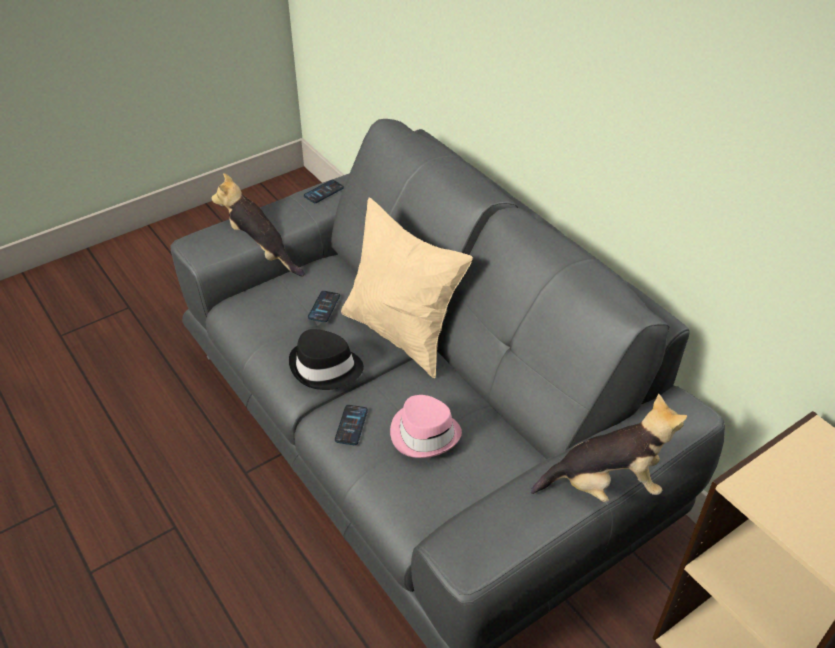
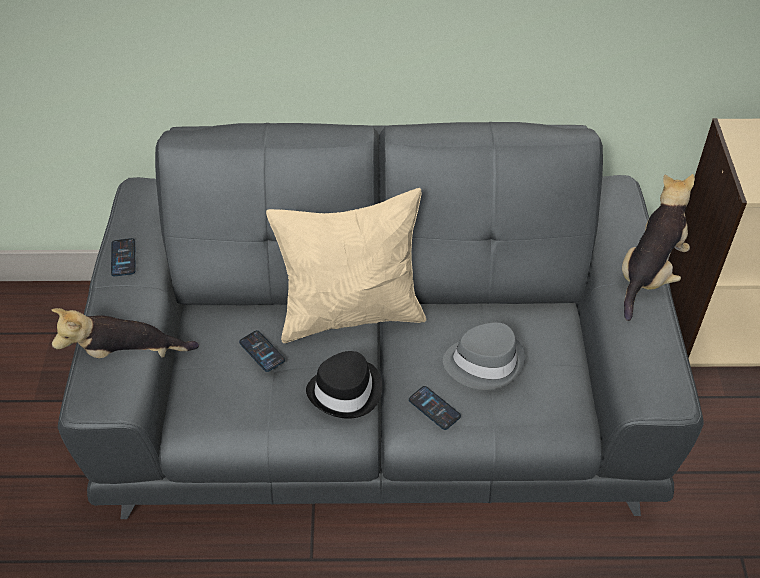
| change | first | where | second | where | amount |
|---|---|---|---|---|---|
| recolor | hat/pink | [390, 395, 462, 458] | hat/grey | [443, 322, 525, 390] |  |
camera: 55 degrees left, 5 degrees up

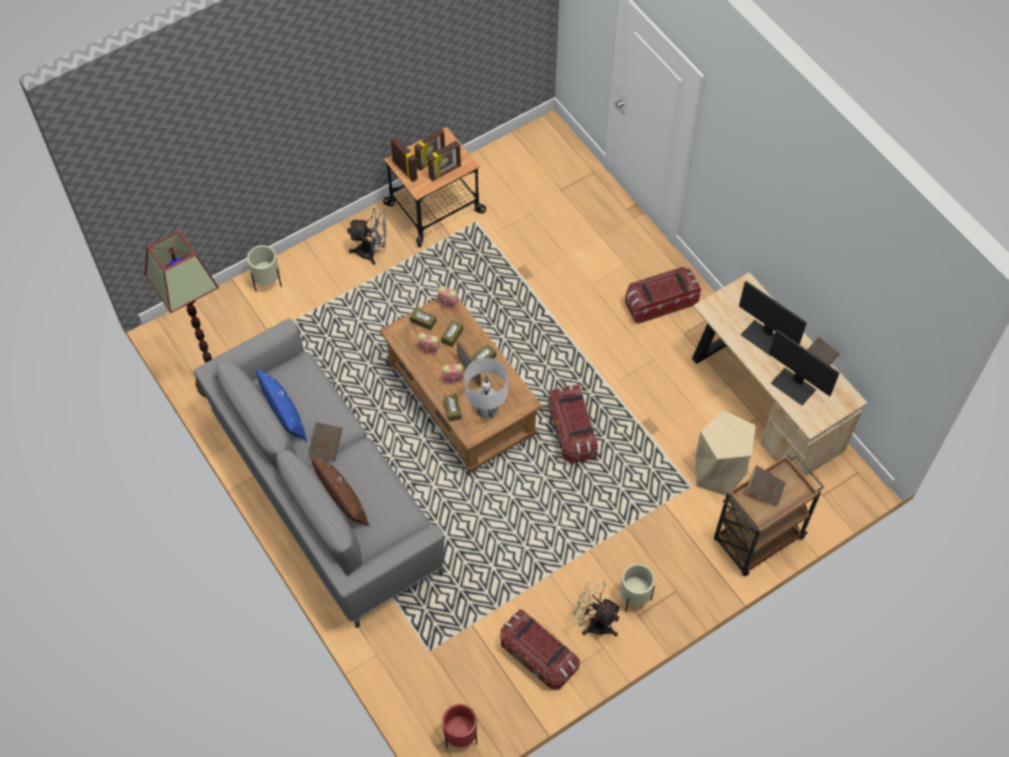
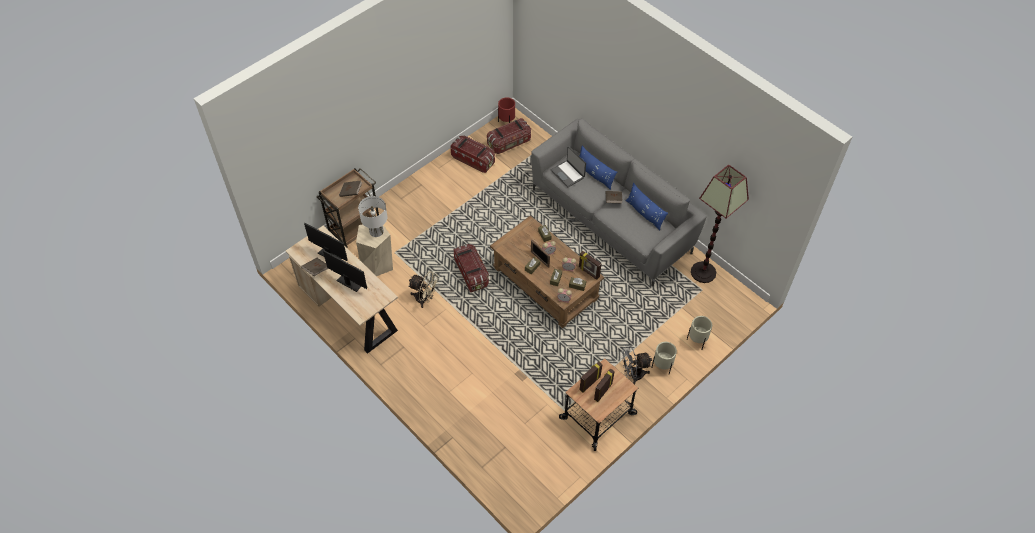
| change | first | where | second | where | amount |
|---|---|---|---|---|---|
| insert |  |  | laptop | [551, 146, 586, 187] |  |
| move | picture frame | [390, 137, 418, 182] |  | [579, 251, 601, 280] |  |
| move | table lamp/white | [465, 358, 508, 418] |  | [358, 196, 387, 237] |  |
| move | fan/beige | [569, 576, 622, 636] |  | [408, 271, 439, 308] |  |
| move | planter/beige | [620, 564, 655, 612] |  | [651, 342, 677, 374] |  |
| move | storage box | [625, 267, 701, 323] |  | [487, 118, 531, 154] |  |
| recolor | pillow/brown | [310, 456, 369, 526] | pillow/blue | [580, 146, 617, 190] |  |
camera: 170 degrees right, 5 degrees down

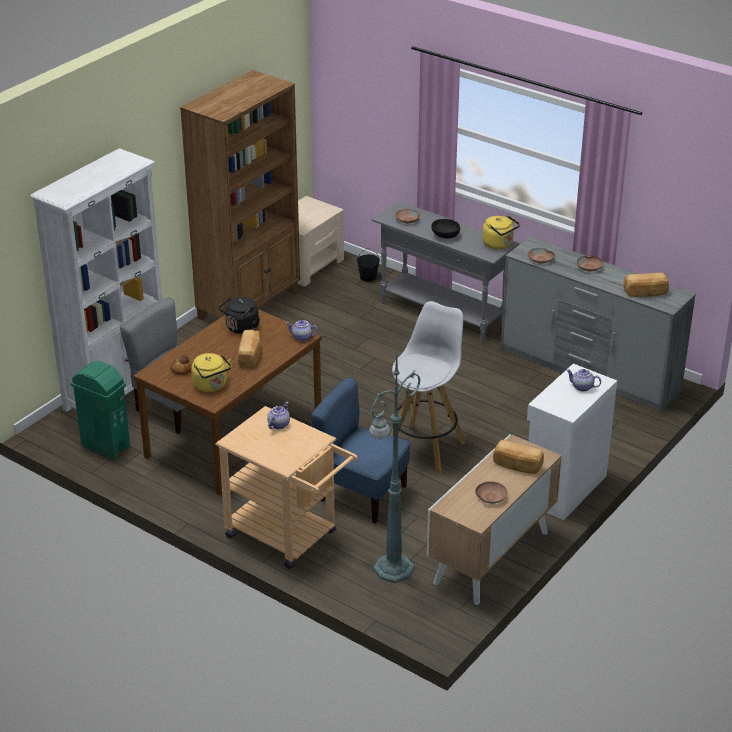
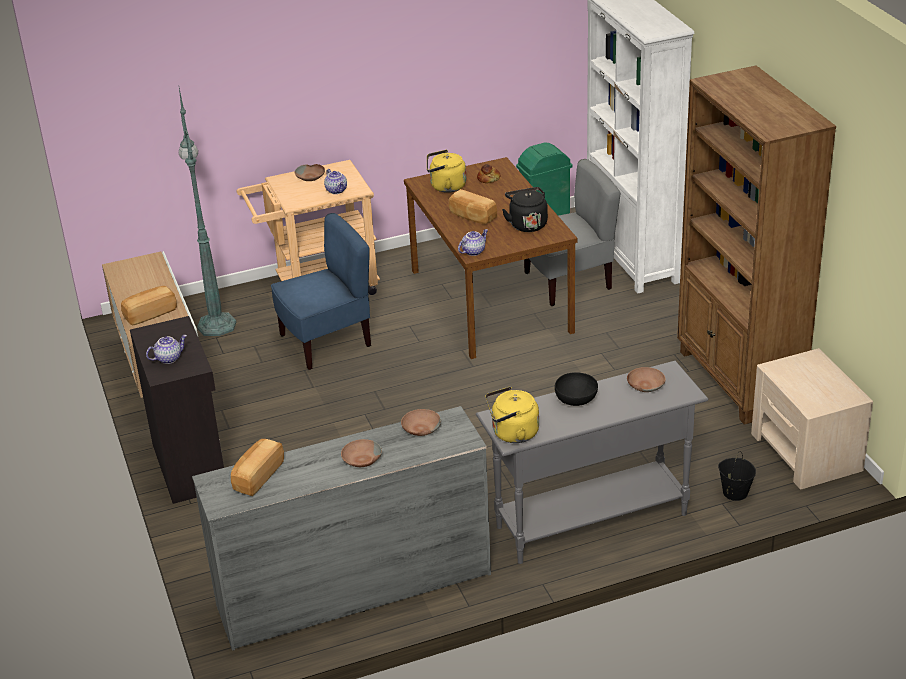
| change | first | where | second | where | amount |
|---|---|---|---|---|---|
| delete | stool/white | [390, 301, 466, 473] |  |  |  |
| move | bowl/brown | [475, 481, 508, 504] |  | [295, 164, 325, 181] |  |
| recolor | cabinet/white | [527, 364, 617, 520] | cabinet/black | [130, 316, 224, 504] |  |
camera: 125 degrees right, 0 degrees up

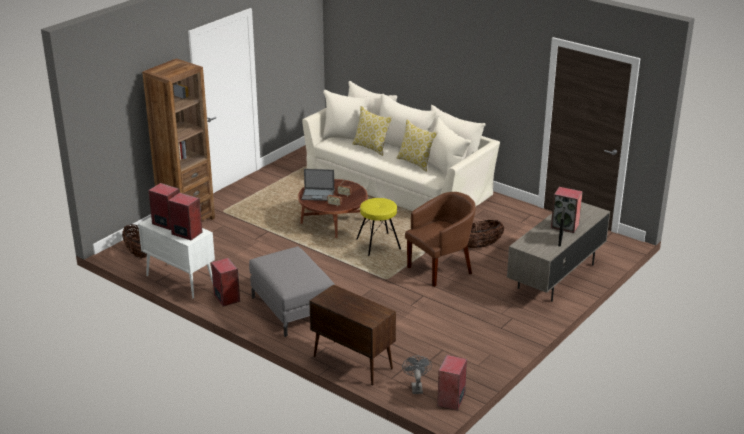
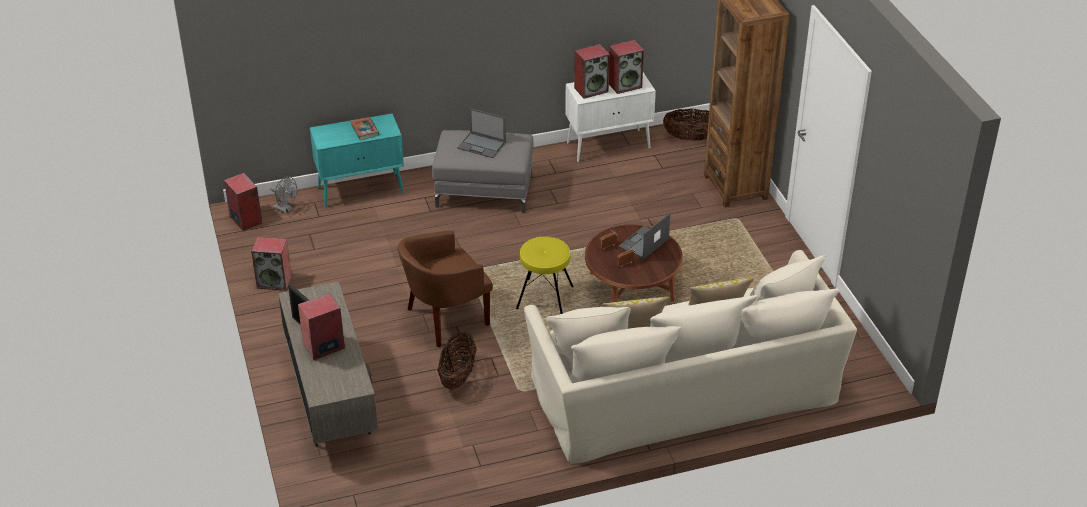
| change | first | where | second | where | amount |
|---|---|---|---|---|---|
| insert |  |  | book | [350, 117, 379, 140] |  |
| insert |  |  | laptop | [457, 108, 506, 158] |  |
| move | speaker | [211, 258, 240, 307] |  | [251, 237, 292, 291] |  |
| recolor | cabinet/brown | [309, 284, 396, 385] | cabinet/turquoise | [310, 113, 404, 208] |  |
| rotate | armchair/brown | [405, 192, 475, 287] |  | [397, 231, 493, 347] | 60 degrees clockwise |
camera: 125 degrees right, 10 degrees up

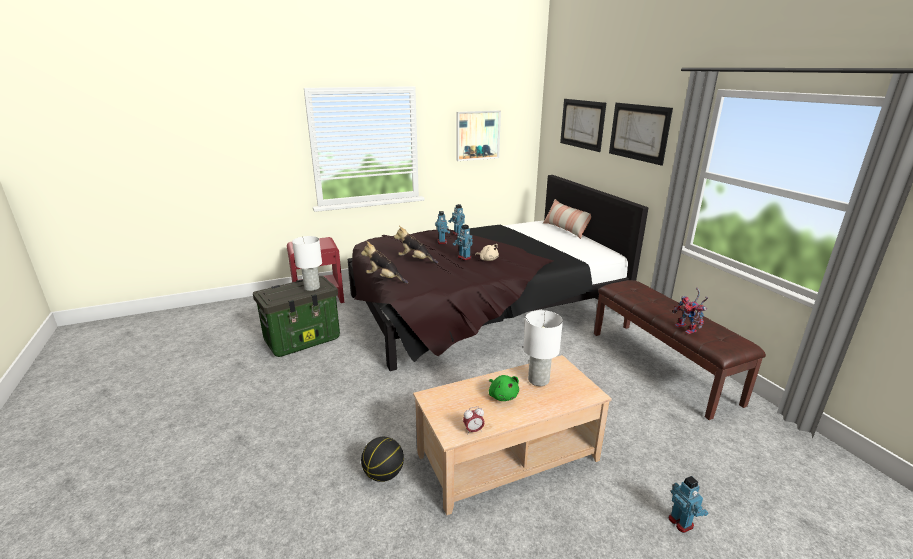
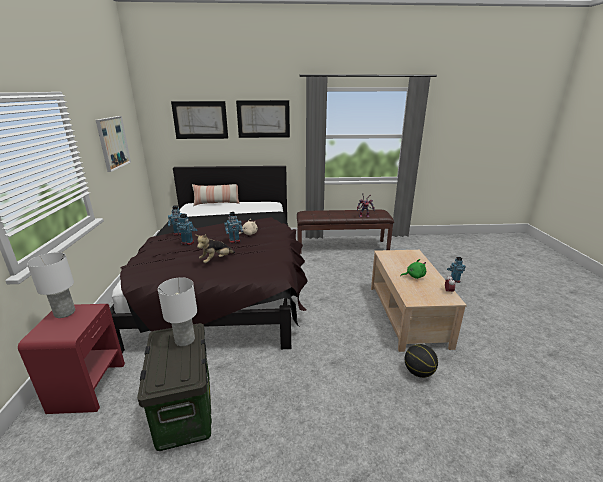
| change | first | where | second | where | amount |
|---|---|---|---|---|---|
| delete | plush toy | [361, 241, 408, 284] |  |  |  |
| move | table lamp/white | [523, 310, 563, 386] |  | [27, 252, 75, 318] |  |
camera: 70 degrees left, 0 degrees up

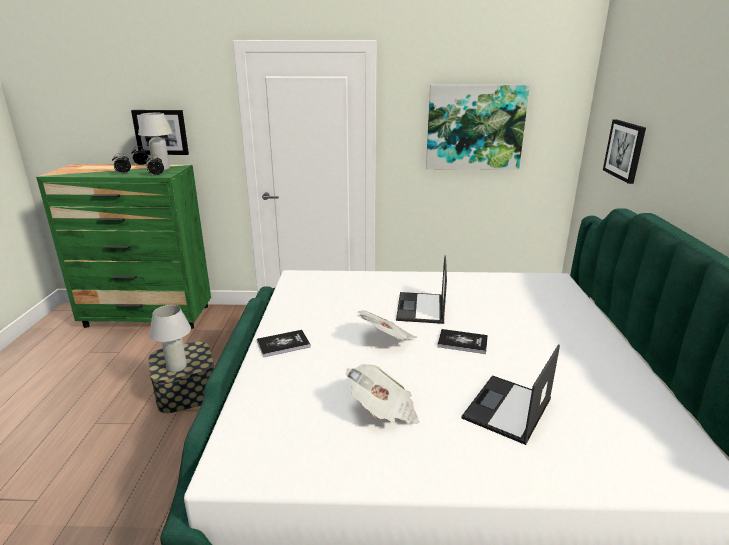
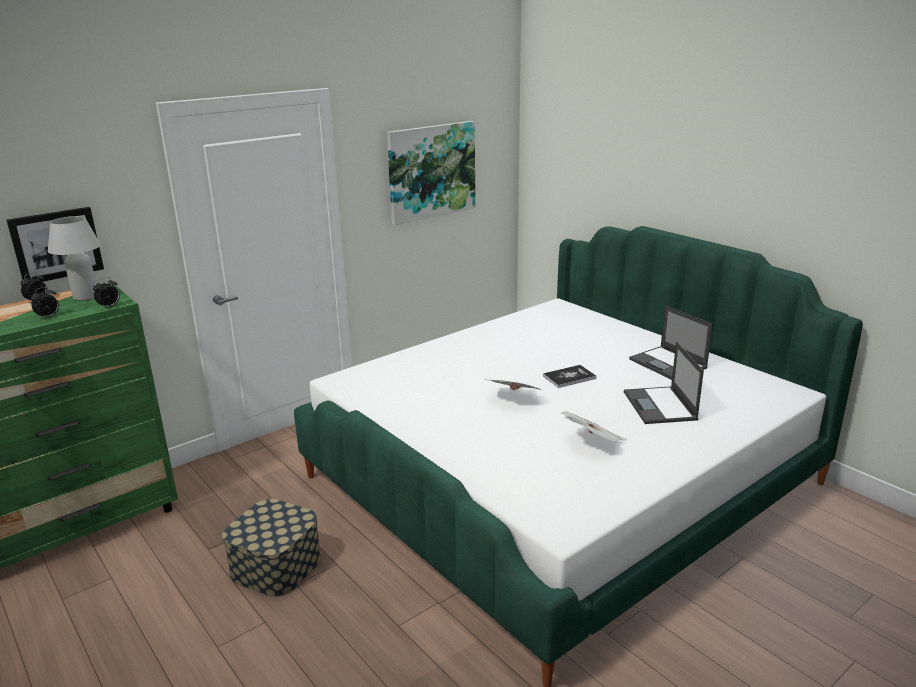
| change | first | where | second | where | amount |
|---|---|---|---|---|---|
| delete | table lamp/white | [149, 305, 191, 372] |  |  |  |
| delete | book | [257, 330, 310, 357] |  |  |  |
| delete | picture | [603, 120, 646, 184] |  |  |  |
| move | laptop | [396, 255, 447, 324] |  | [629, 305, 713, 380] |  |
camera: 40 degrees left, 0 degrees up

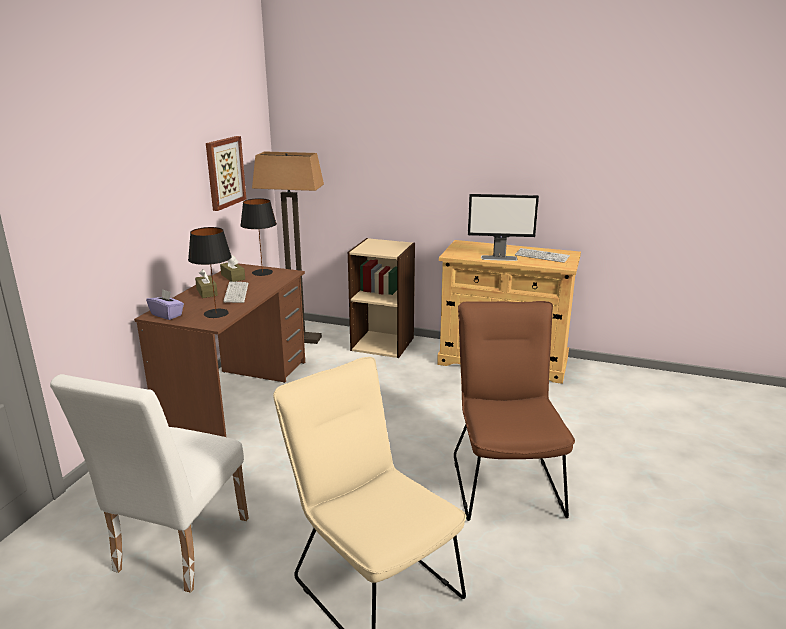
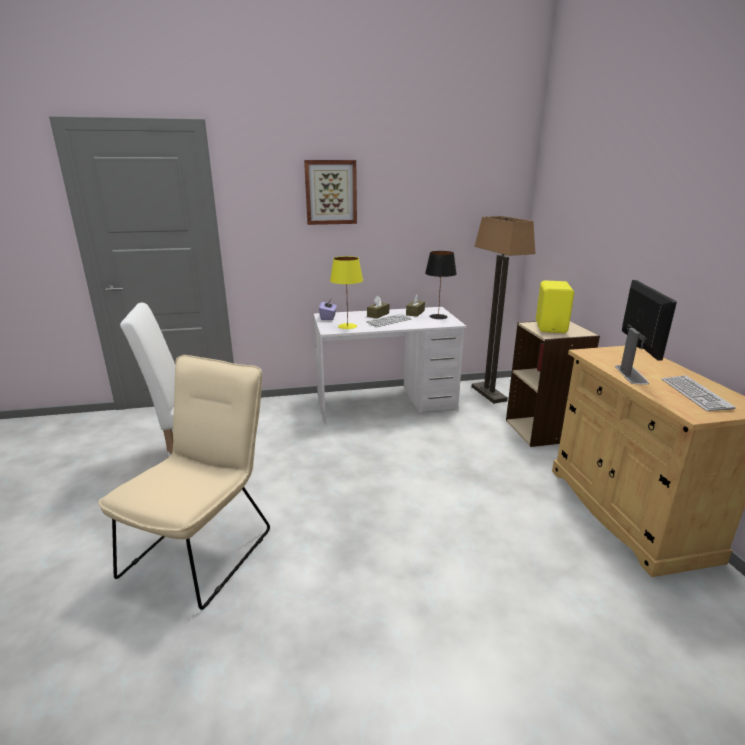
| change | first | where | second | where | amount |
|---|---|---|---|---|---|
| delete | chair/brown | [454, 301, 575, 521] |  |  |  |
| insert |  |  | speaker/yellow | [536, 280, 574, 333] |  |
| move | picture | [206, 136, 246, 211] |  | [304, 160, 357, 225] |  |
| recolor | desk/brown | [134, 263, 305, 437] | desk/white | [314, 307, 466, 423] |  |
| recolor | table lamp/black | [188, 227, 232, 318] | table lamp/yellow | [330, 256, 363, 329] |  |
| rotate | monitor | [468, 194, 539, 261] |  | [615, 280, 677, 385] | 150 degrees counterclockwise |
camera: 60 degrees right, 0 degrees up

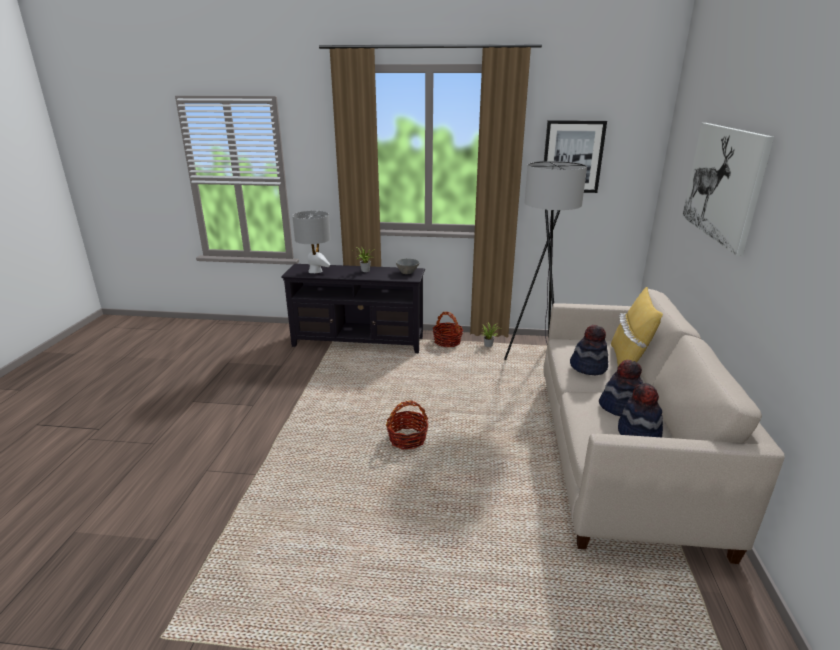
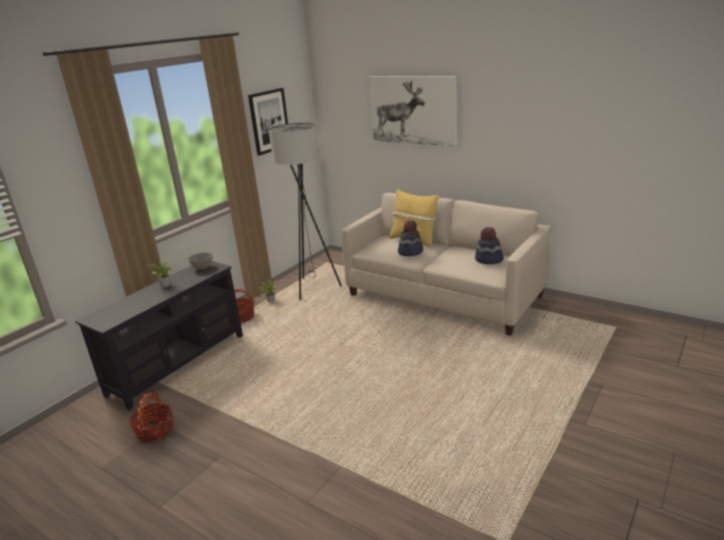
| change | first | where | second | where | amount |
|---|---|---|---|---|---|
| delete | table lamp/grey | [292, 211, 331, 273] |  |  |  |
| delete | hat | [599, 360, 643, 416] |  |  |  |
| move | basket | [386, 400, 428, 450] |  | [129, 393, 173, 442] |  |
camera: 60 degrees left, 0 degrees up

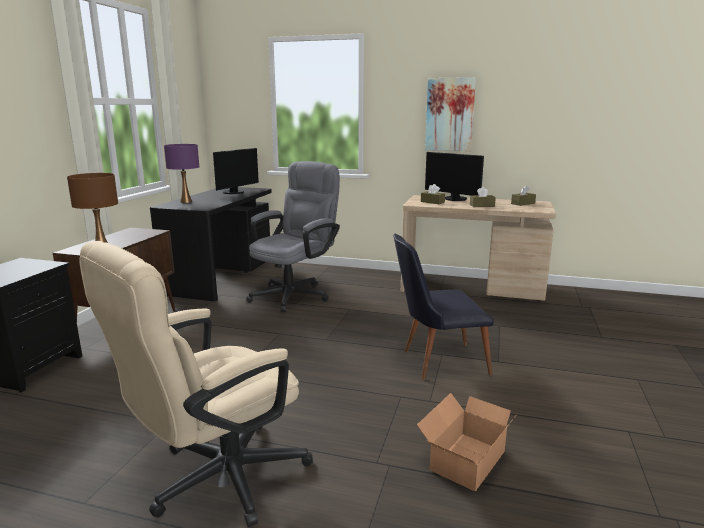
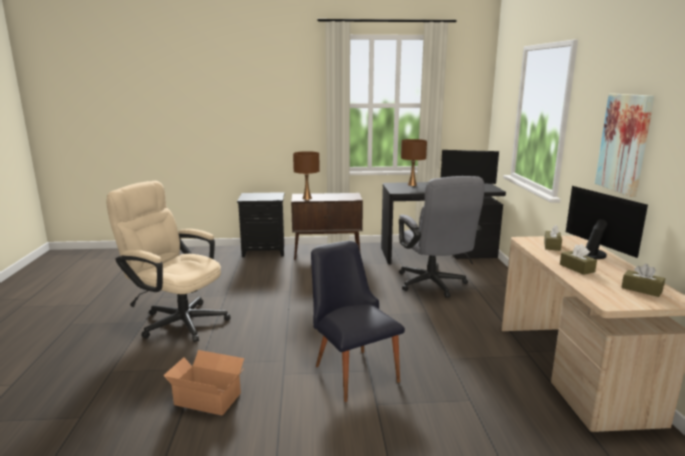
| change | first | where | second | where | amount |
|---|---|---|---|---|---|
| recolor | table lamp/purple | [164, 144, 199, 203] | table lamp/brown | [401, 139, 427, 186] |  |
| rotate | office chair/grey | [246, 161, 340, 312] |  | [399, 176, 485, 298] | 60 degrees clockwise |
| rotate | monitor | [425, 152, 484, 201] |  | [566, 186, 648, 259] | 135 degrees clockwise |
camera: 70 degrees right, 0 degrees up

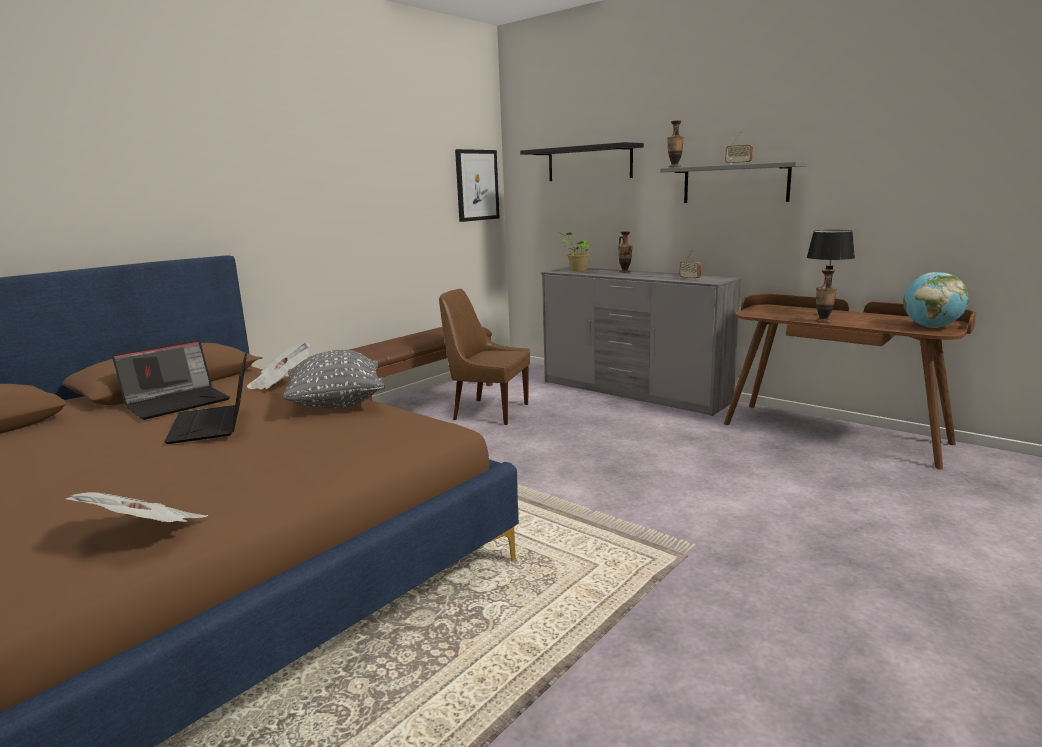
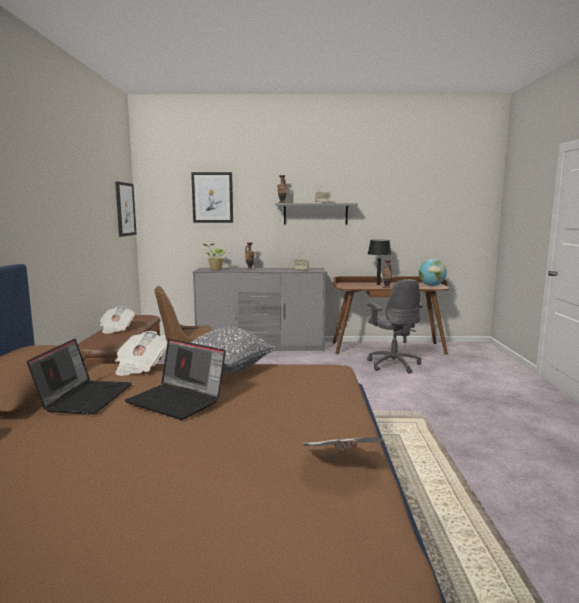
| change | first | where | second | where | amount |
|---|---|---|---|---|---|
| insert |  |  | newspaper | [100, 306, 135, 334] |  |
| insert |  |  | office chair/grey | [367, 279, 423, 374] |  |
| replace | shelf/black | [520, 142, 644, 181] | picture | [191, 172, 233, 223] |  |
camera: 40 degrees left, 5 degrees down

